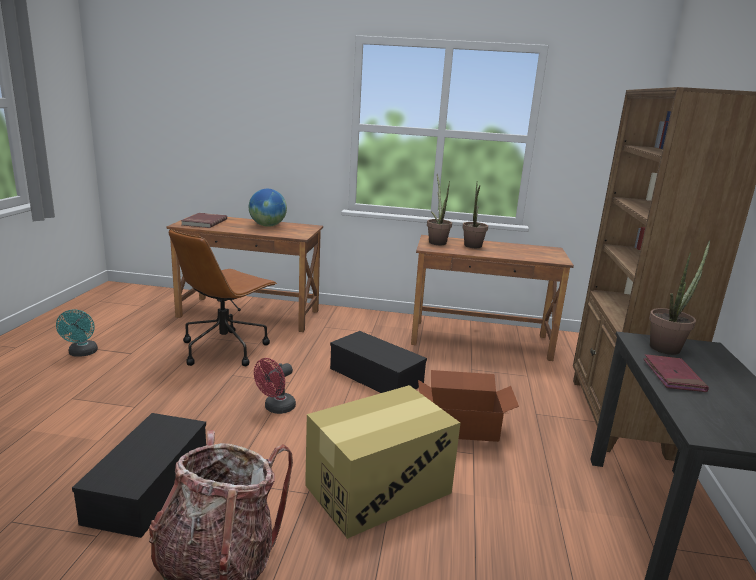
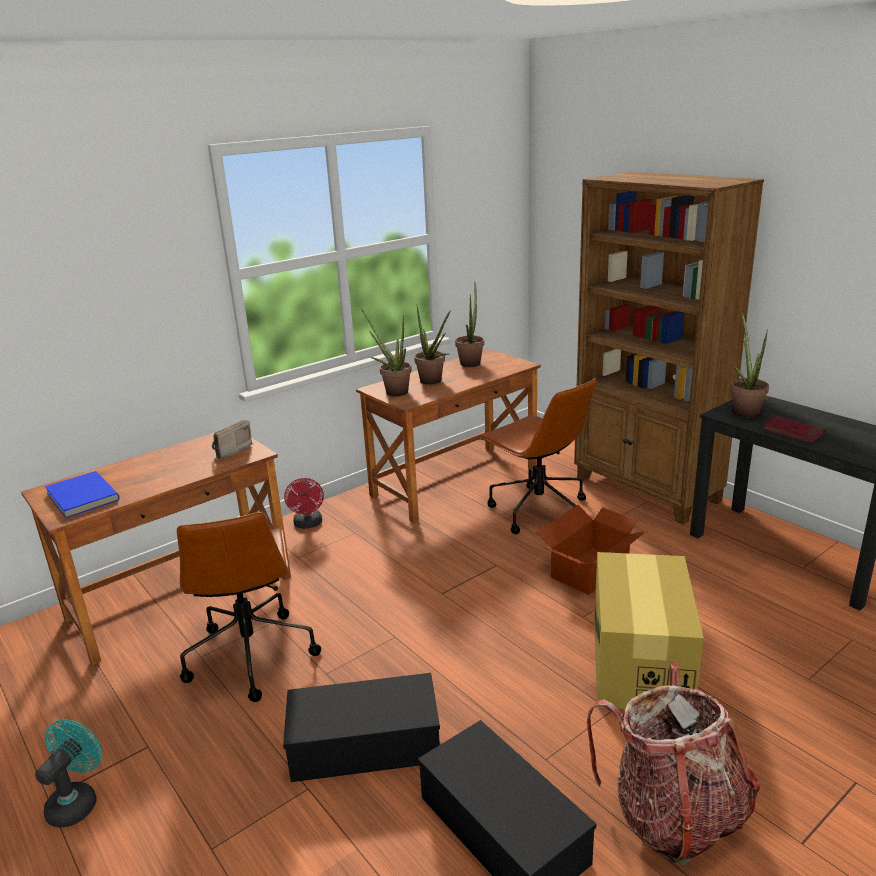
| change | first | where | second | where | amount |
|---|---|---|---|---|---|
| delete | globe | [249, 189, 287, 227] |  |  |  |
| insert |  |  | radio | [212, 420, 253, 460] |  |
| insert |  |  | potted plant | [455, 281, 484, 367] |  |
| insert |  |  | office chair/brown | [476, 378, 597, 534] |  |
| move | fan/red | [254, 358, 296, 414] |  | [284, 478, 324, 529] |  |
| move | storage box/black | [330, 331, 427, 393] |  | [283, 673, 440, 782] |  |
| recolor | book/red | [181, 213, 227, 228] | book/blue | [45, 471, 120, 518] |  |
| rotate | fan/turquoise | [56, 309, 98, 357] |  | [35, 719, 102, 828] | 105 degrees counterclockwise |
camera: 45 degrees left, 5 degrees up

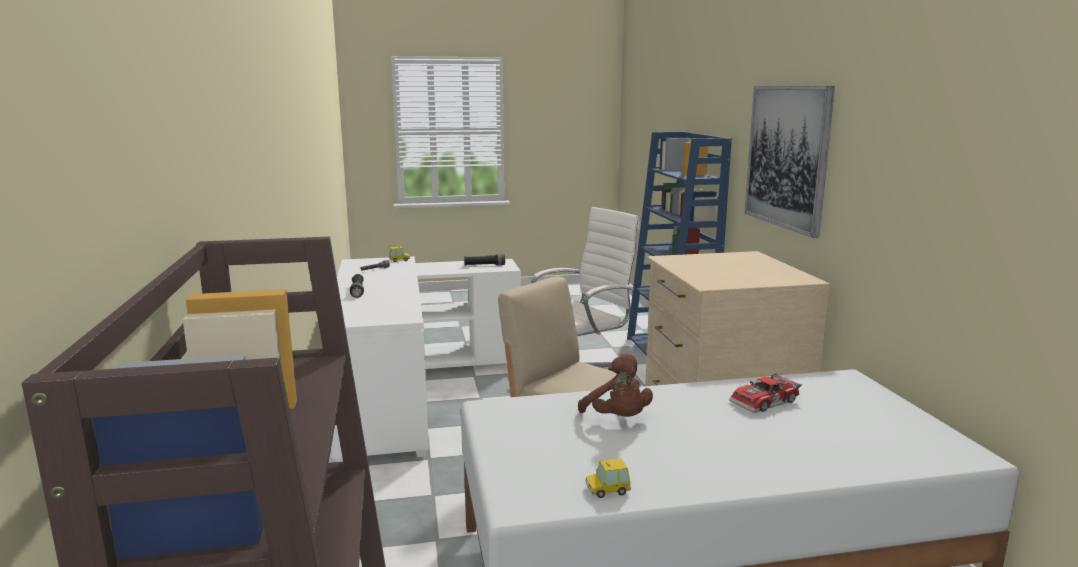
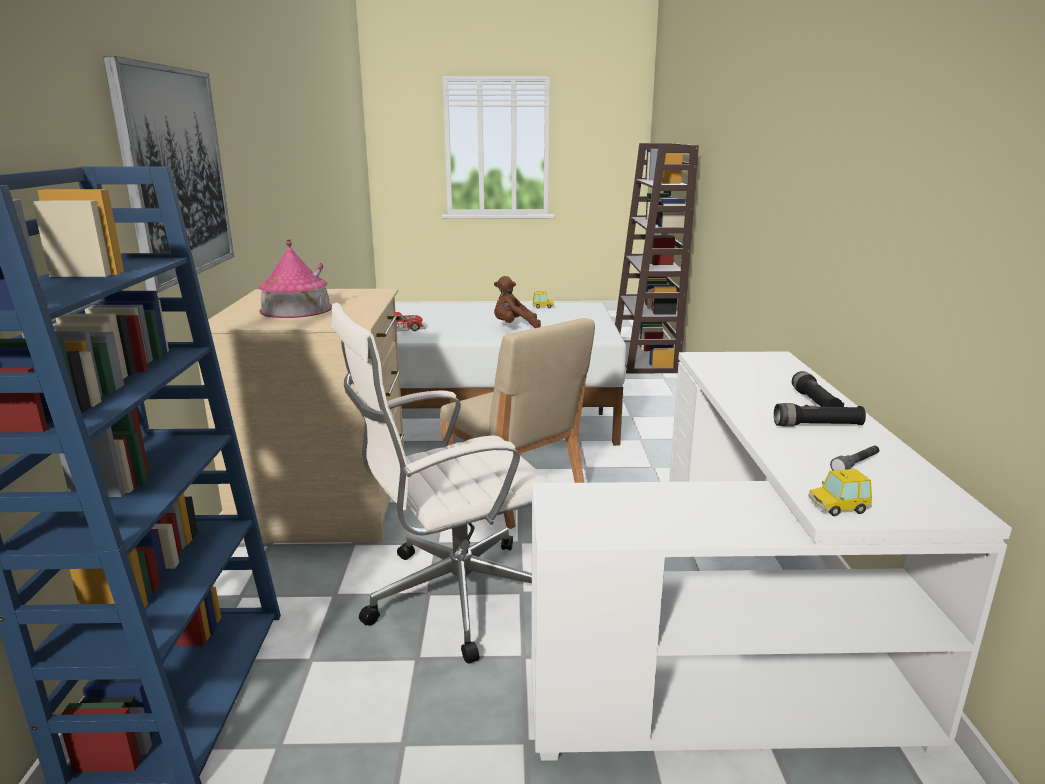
| change | first | where | second | where | amount |
|---|---|---|---|---|---|
| insert |  |  | toy house | [259, 239, 332, 318] |  |
| move | flashlight/black | [464, 254, 505, 266] |  | [774, 403, 866, 427] |  |
| rotate | plush toy/brown | [578, 353, 653, 417] |  | [494, 276, 541, 328] | 75 degrees counterclockwise |
camera: 170 degrees left, 5 degrees up

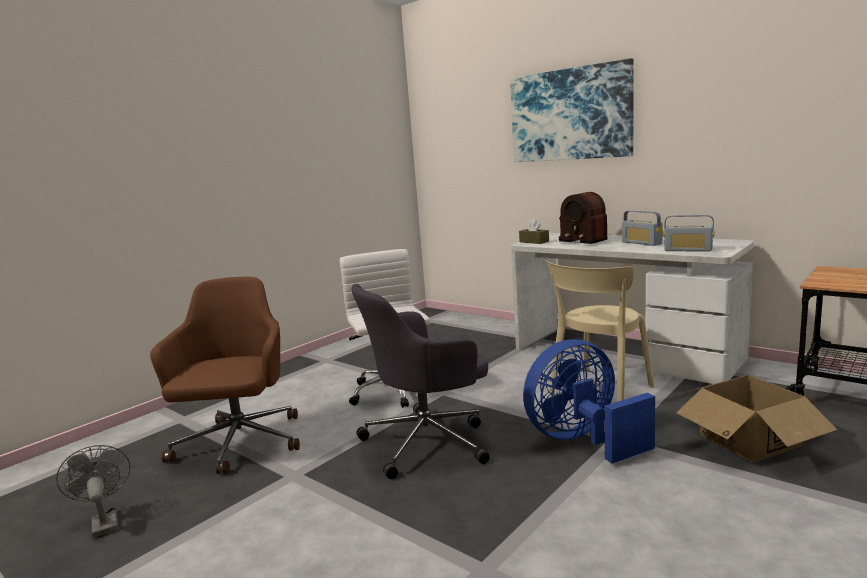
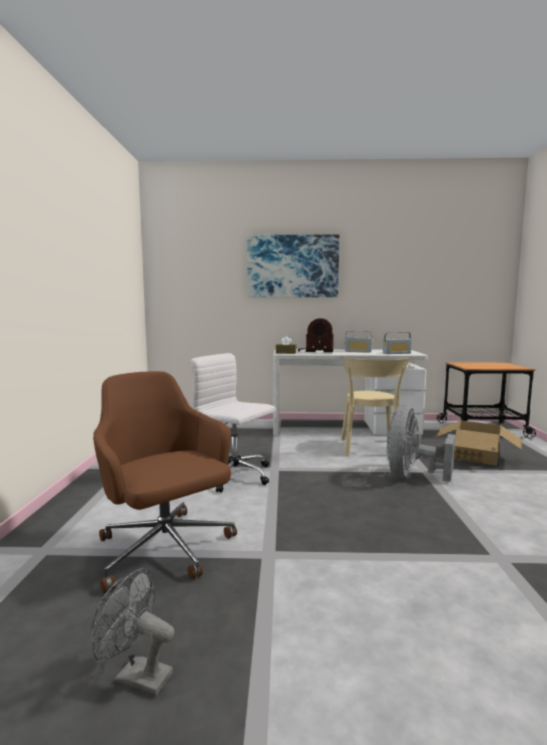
| change | first | where | second | where | amount |
|---|---|---|---|---|---|
| delete | office chair/grey | [352, 284, 490, 479] |  |  |  |
| recolor | fan/blue | [523, 339, 655, 464] | fan/grey | [386, 406, 455, 482] |  |
camera: 40 degrees left, 5 degrees down

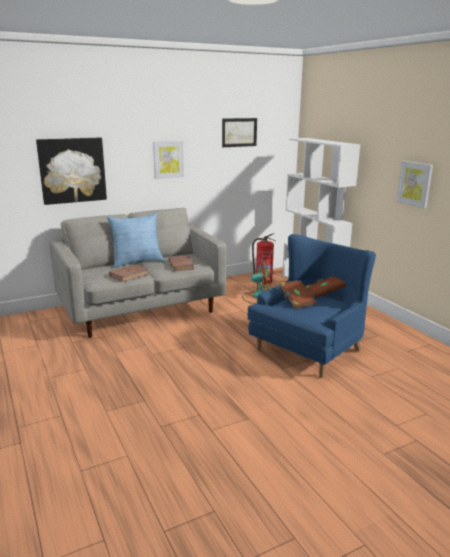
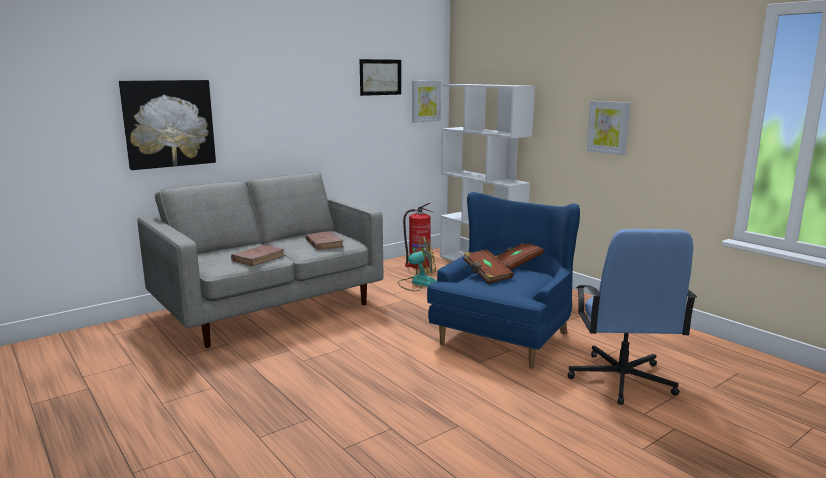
| change | first | where | second | where | amount |
|---|---|---|---|---|---|
| delete | pillow | [107, 213, 164, 268] |  |  |  |
| insert |  |  | office chair/blue | [568, 229, 697, 405] |  |
| move | picture | [153, 141, 184, 179] |  | [412, 81, 441, 123] |  |
camera: 10 degrees left, 5 degrees down

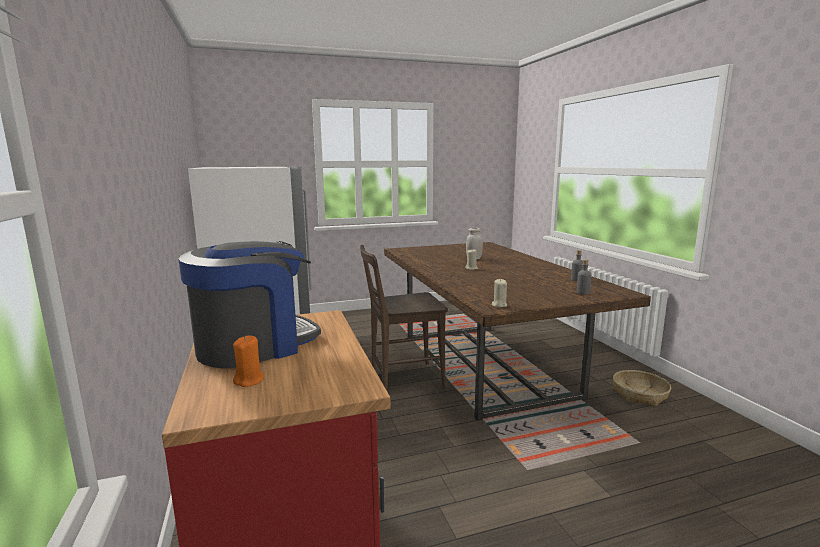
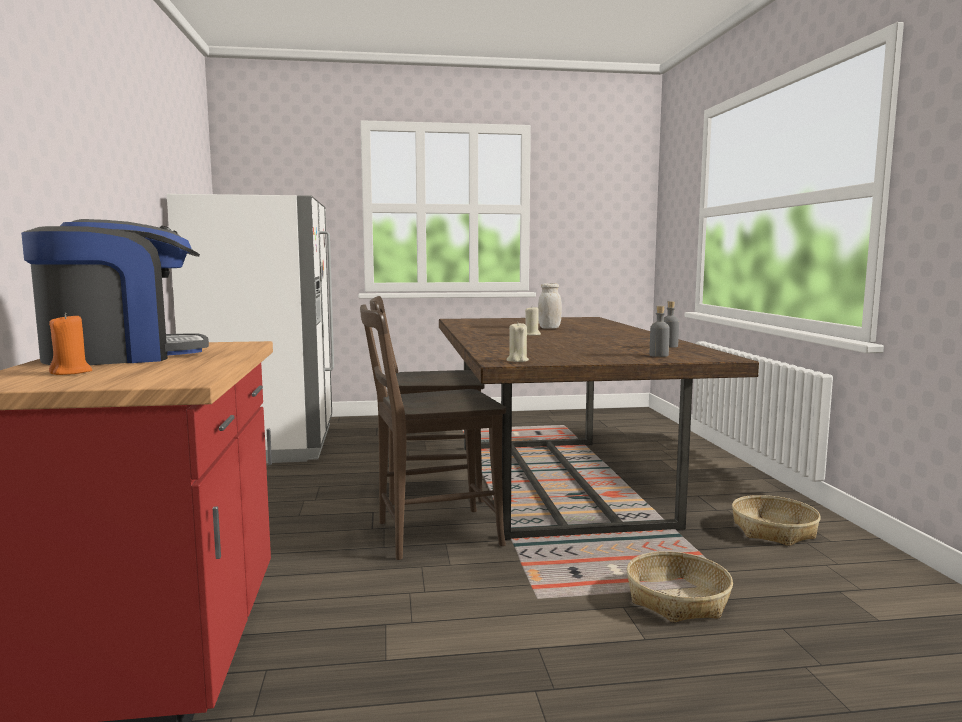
| change | first | where | second | where | amount |
|---|---|---|---|---|---|
| insert |  |  | chair/brown | [360, 304, 506, 560] |  |
| insert |  |  | basket | [627, 551, 733, 623] |  |
camera: 10 degrees right, 5 degrees down

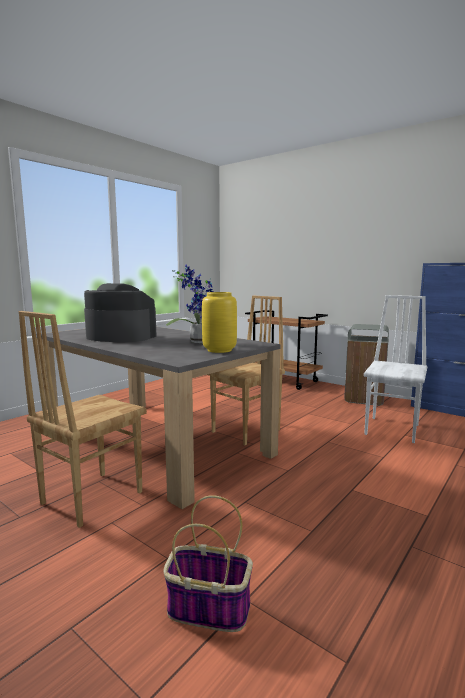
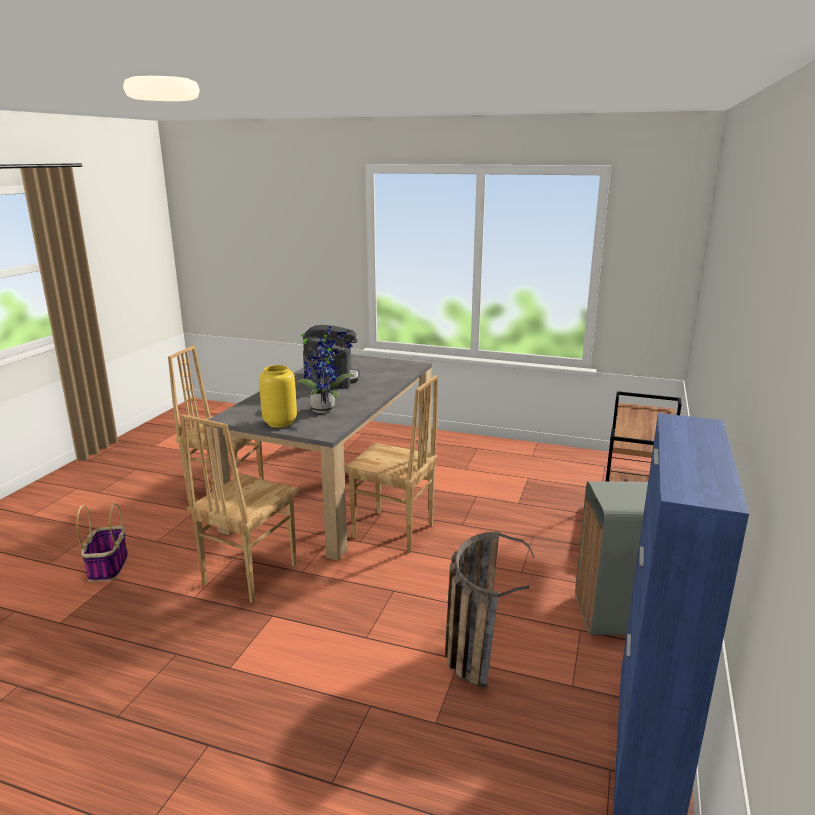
| change | first | where | second | where | amount |
|---|---|---|---|---|---|
| insert |  |  | chair/brown | [181, 415, 299, 603] |  |
| replace | chair/white | [364, 295, 427, 443] | basket | [445, 532, 534, 687] |  |
camera: 70 degrees right, 10 degrees up

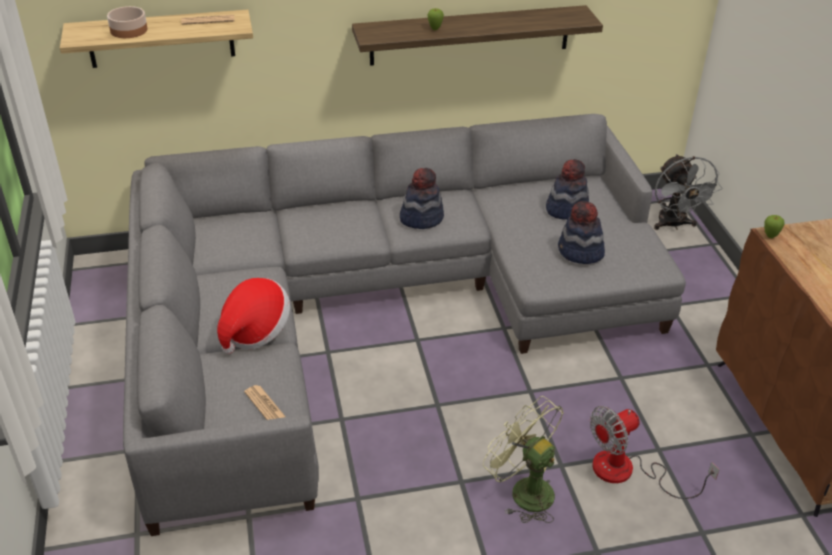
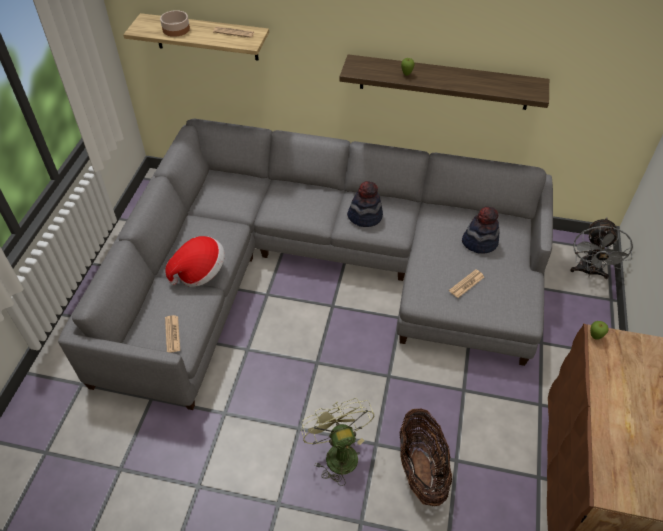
| change | first | where | second | where | amount |
|---|---|---|---|---|---|
| replace | hat | [558, 201, 605, 264] | newspaper | [449, 269, 484, 298] |  |
| replace | fan | [590, 406, 720, 499] | basket | [399, 409, 452, 506] |  |
camera: 25 degrees right, 10 degrees up

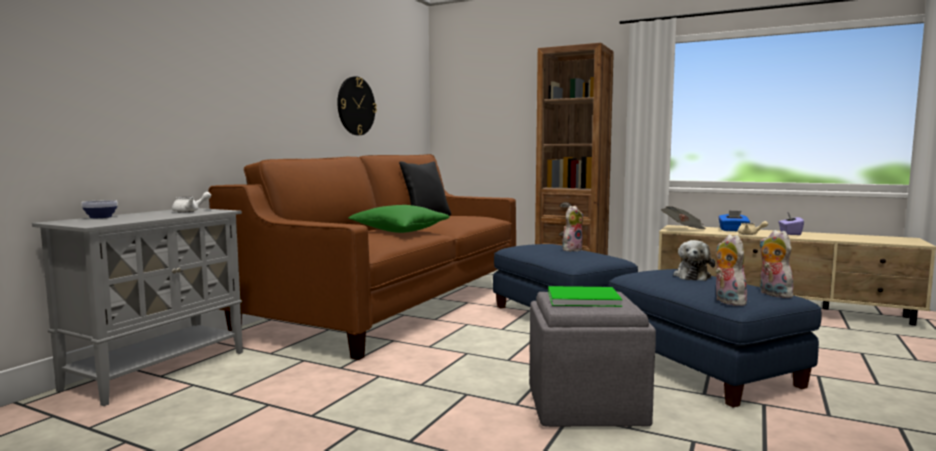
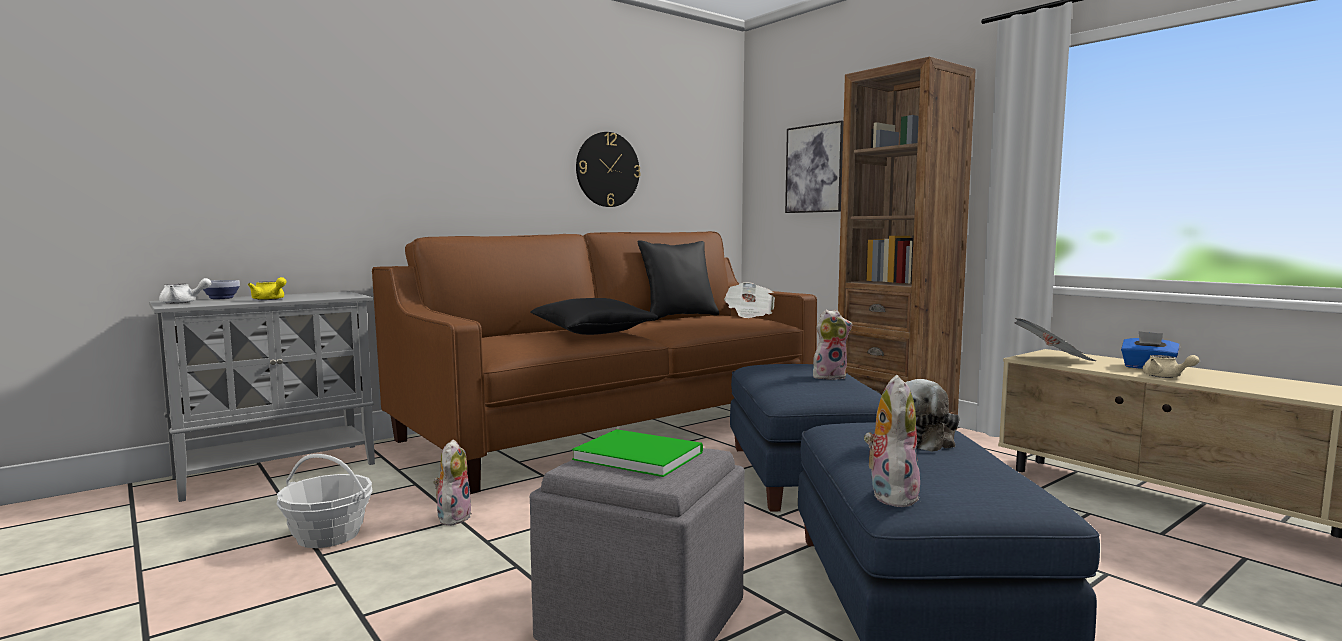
| change | first | where | second | where | amount |
|---|---|---|---|---|---|
| delete | tissue box/purple | [778, 212, 804, 235] |  |  |  |
| insert |  |  | teapot/yellow | [248, 277, 286, 300] |  |
| insert |  |  | basket | [276, 454, 373, 548] |  |
| insert |  |  | newspaper | [724, 282, 775, 318] |  |
| insert |  |  | picture | [785, 121, 844, 213] |  |
| move | teapot/white | [172, 192, 211, 213] |  | [159, 278, 211, 304] |  |
| move | plush toy | [759, 230, 793, 298] |  | [433, 440, 472, 526] |  |
| recolor | pillow/green | [349, 205, 450, 233] | pillow/black | [530, 298, 658, 335] |  |
camera: 25 degrees right, 0 degrees up

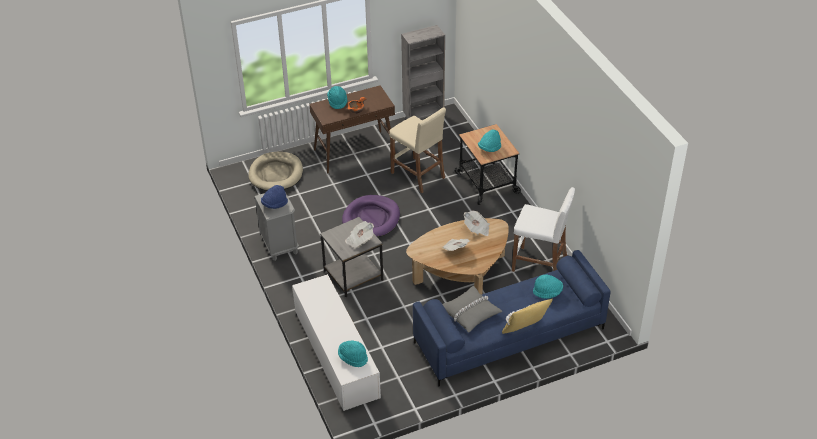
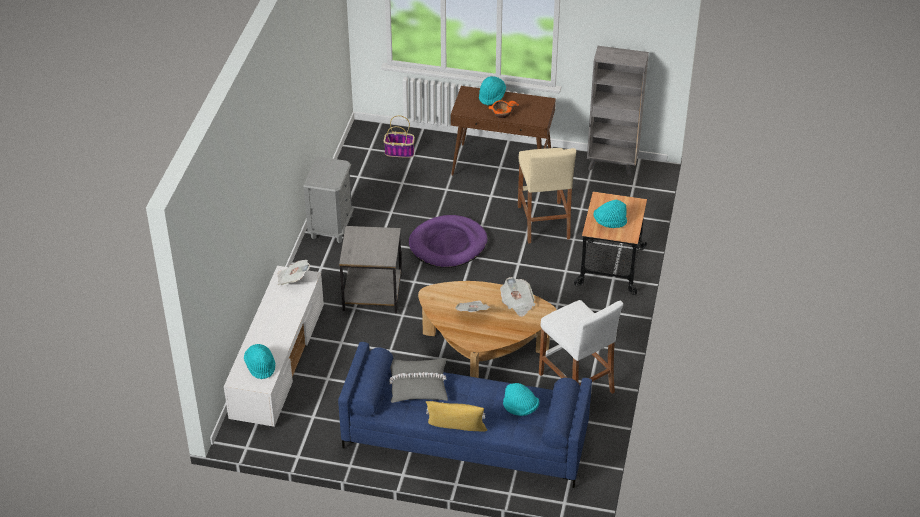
| change | first | where | second | where | amount |
|---|---|---|---|---|---|
| delete | hat/blue | [261, 185, 288, 209] |  |  |  |
| move | newspaper | [345, 221, 374, 249] |  | [277, 260, 310, 285] |  |
| replace | dog bed/beige | [249, 152, 303, 191] | basket | [384, 116, 415, 158] |  |
camera: 35 degrees right, 0 degrees up

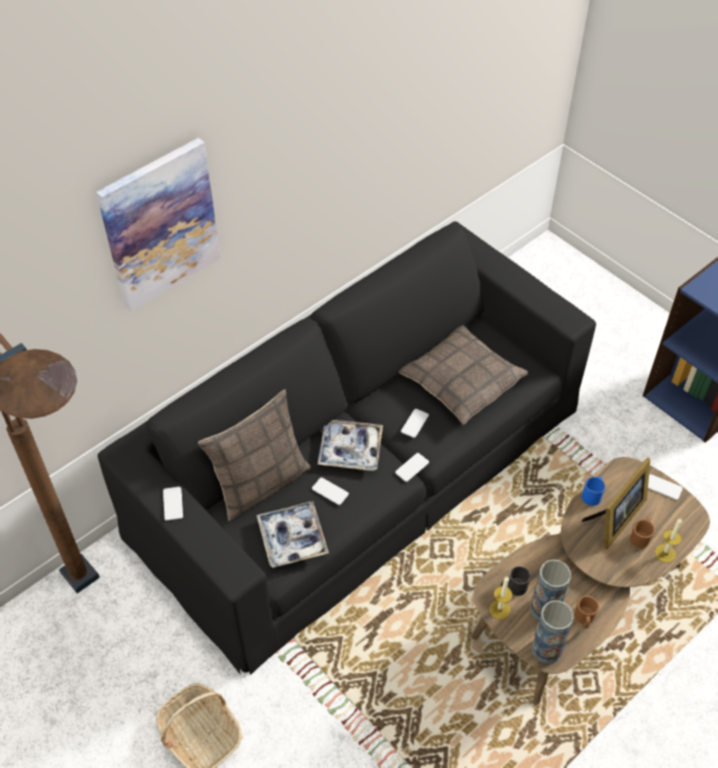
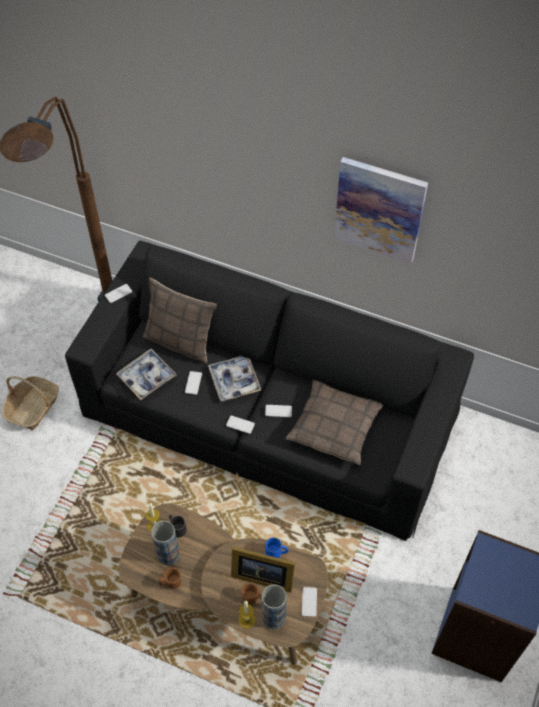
| change | first | where | second | where | amount |
|---|---|---|---|---|---|
| move | picture | [96, 138, 221, 312] |  | [334, 157, 428, 264] |  |
| move | vase | [531, 600, 574, 664] |  | [262, 584, 287, 629] |  |
camera: 65 degrees right, 5 degrees up

